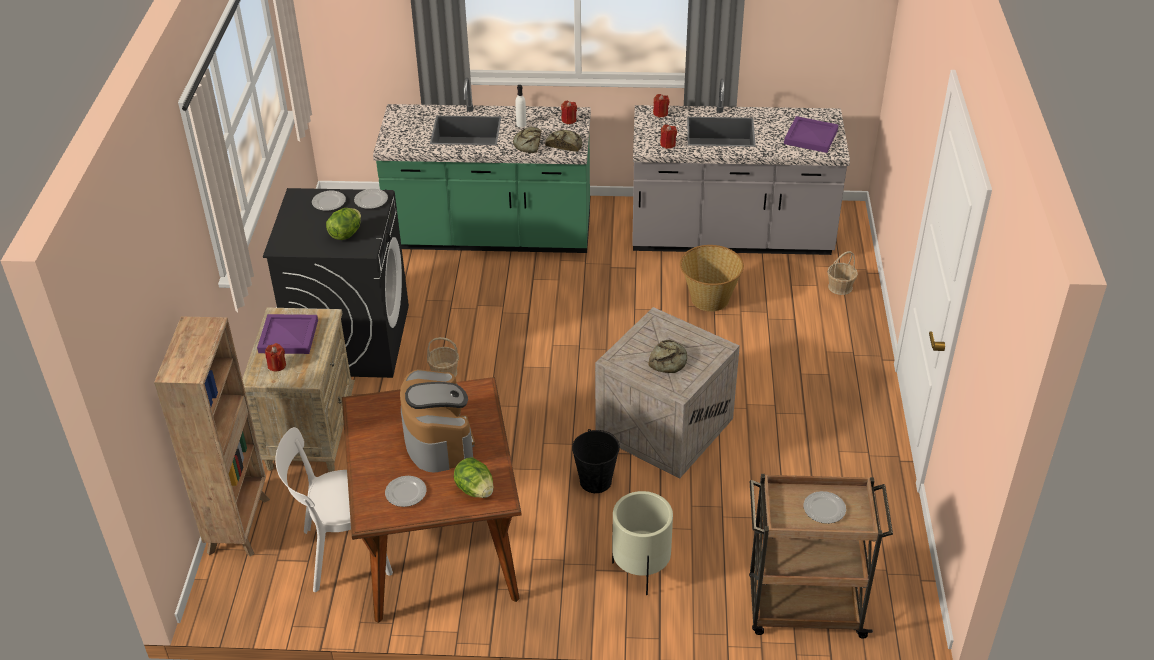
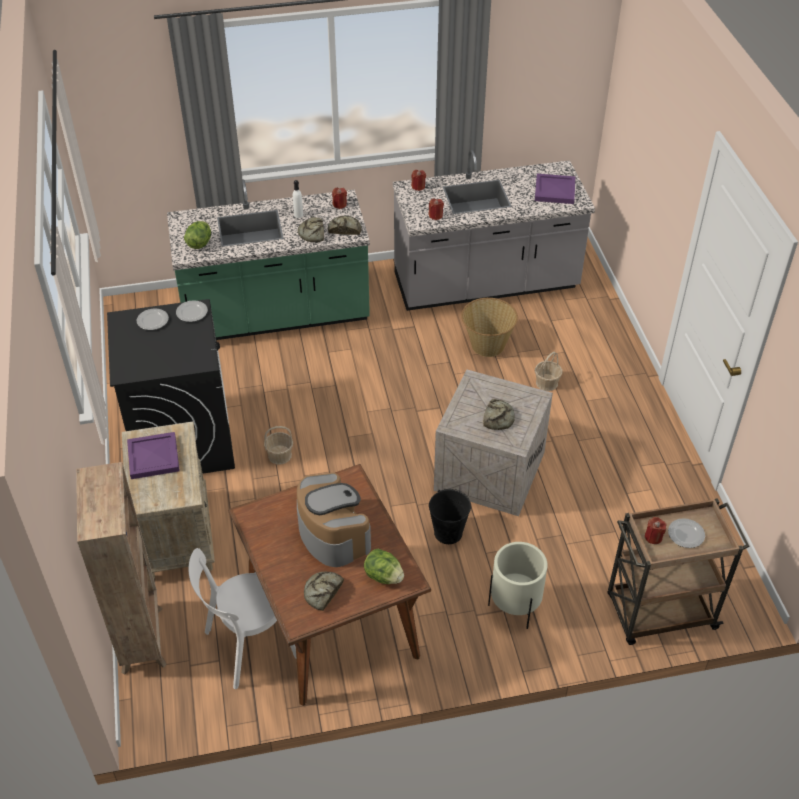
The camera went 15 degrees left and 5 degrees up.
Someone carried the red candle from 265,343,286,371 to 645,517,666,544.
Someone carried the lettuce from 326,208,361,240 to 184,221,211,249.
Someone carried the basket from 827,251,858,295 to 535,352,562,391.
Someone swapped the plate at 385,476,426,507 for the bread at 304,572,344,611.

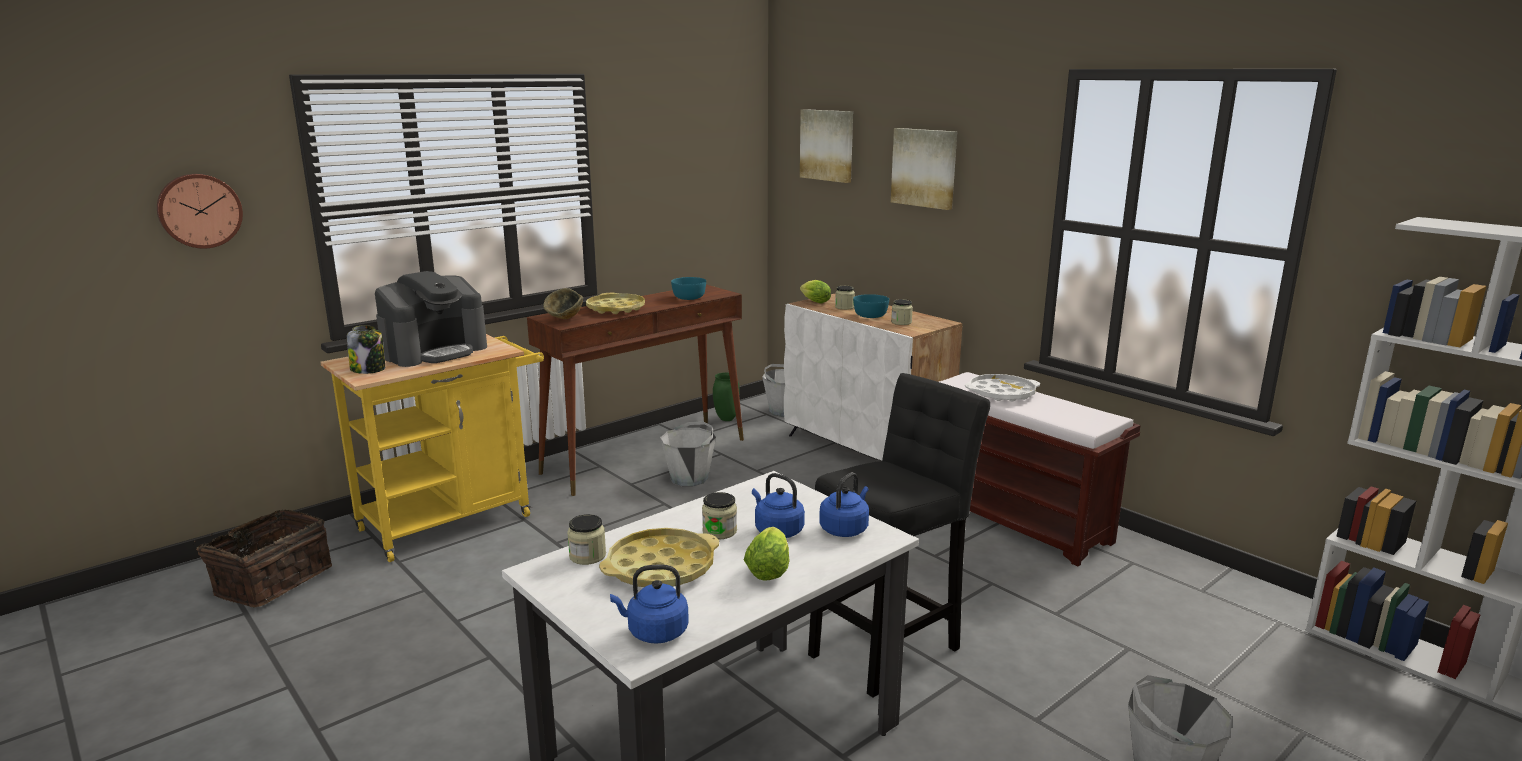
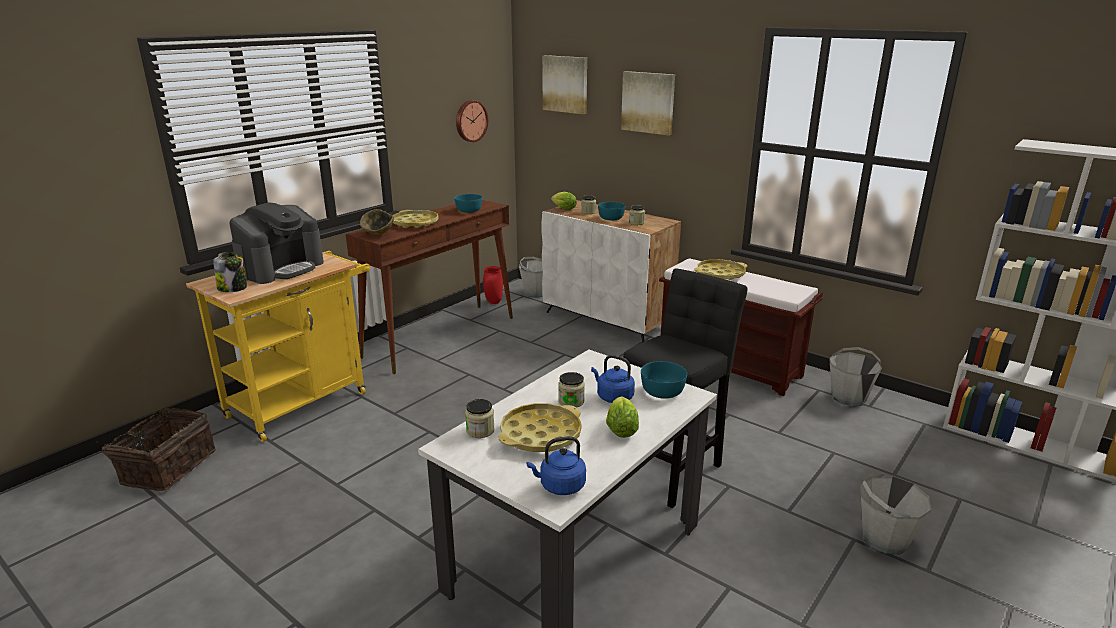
The camera went 10 degrees left and 5 degrees up.
Someone carried the wall clock from 157,174,243,249 to 456,100,488,142.
Someone carried the grey bucket from 660,421,716,486 to 829,347,882,406.
Someone swapped the blue kettle at 819,472,869,537 for the turquoise bowl at 641,361,687,399.
Someone repainted the green vase at 713,373,740,421, which became the red vase at 483,266,503,304.
Someone repainted the white tray at 965,374,1040,401, which became the yellow tray at 694,259,747,280.

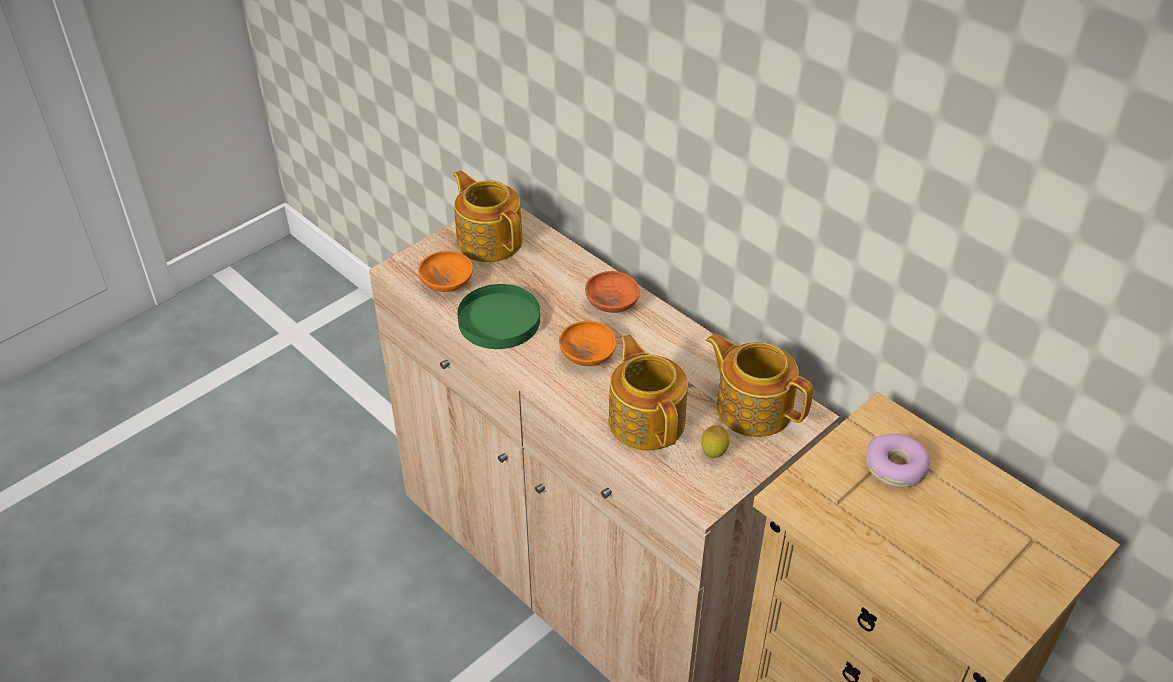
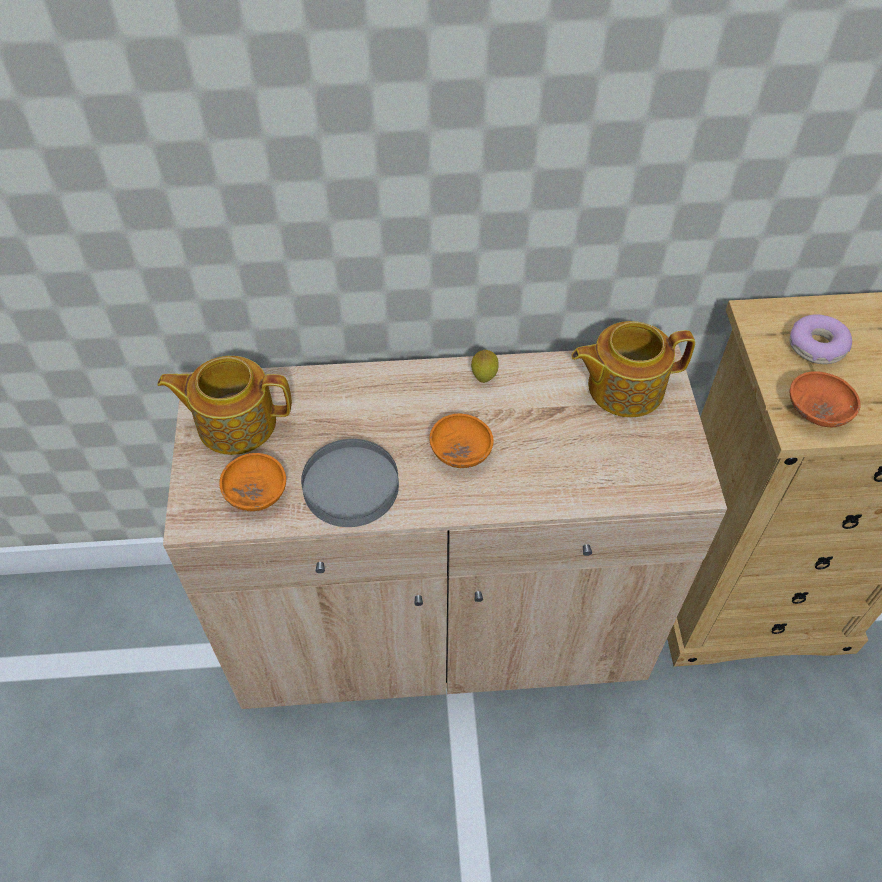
The camera went 50 degrees left and 10 degrees up.
Someone took away the teapot at 608,335,688,451.
Someone carried the orange bowl from 585,271,640,313 to 790,371,861,427.
Someone carried the lemon from 701,425,730,458 to 471,350,499,383.
Someone repainted the green plate at 457,284,540,349, which became the grey plate at 301,439,399,527.

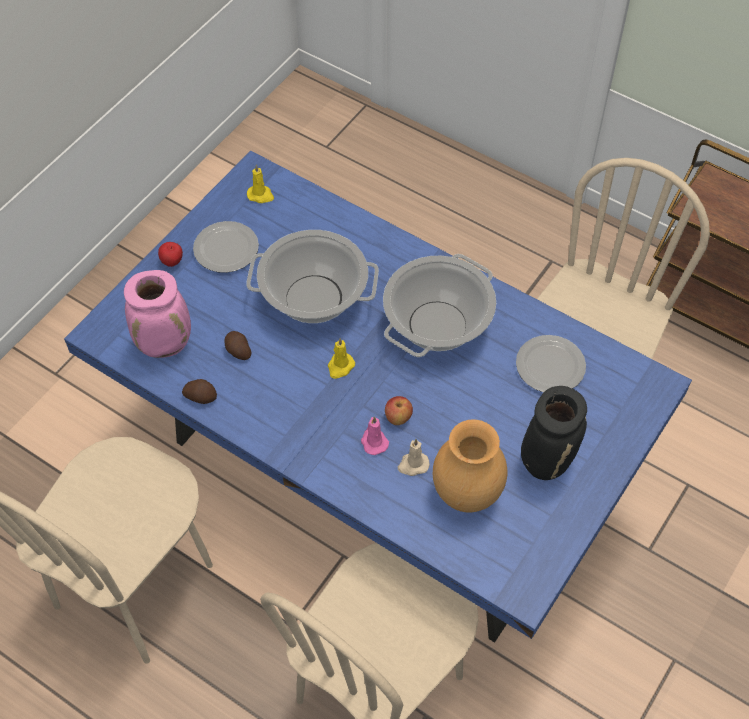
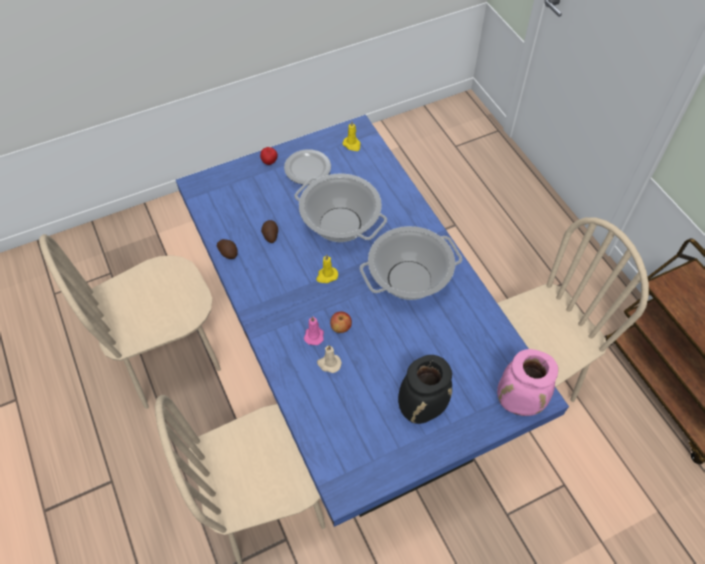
The camera went 30 degrees right and 0 degrees up.
Someone took away the brown vase at 433,419,507,513.
Someone took away the plate at 516,335,586,392.
Someone carried the pink vase from 124,270,191,358 to 497,349,558,416.

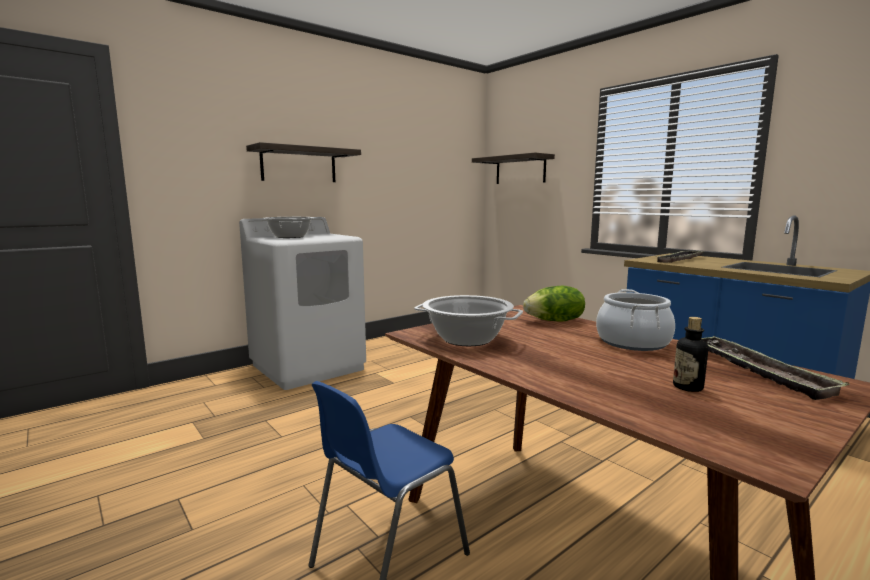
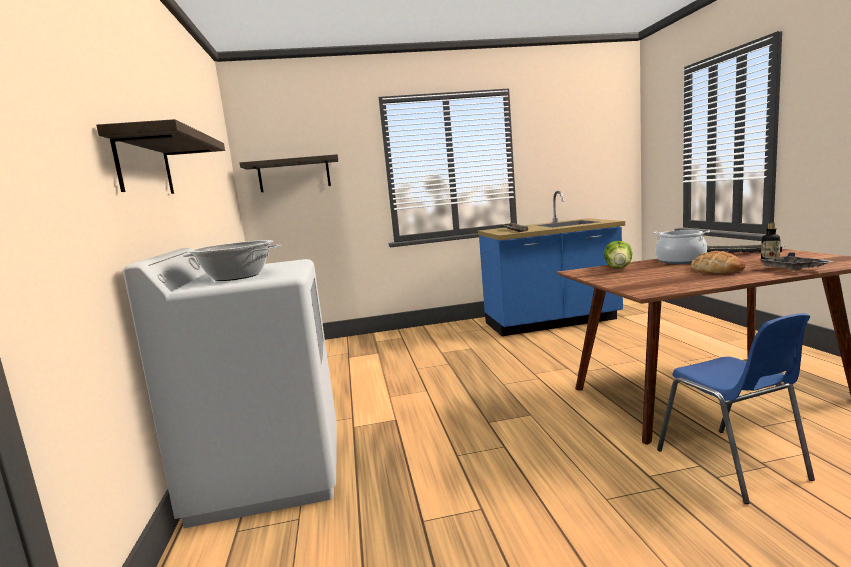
The camera went 60 degrees left and 0 degrees up.
Someone took away the cooking pot at 414,295,523,346.
Someone put down the bread at 691,251,745,273.
Someone put down the grey tray at 760,252,834,271.

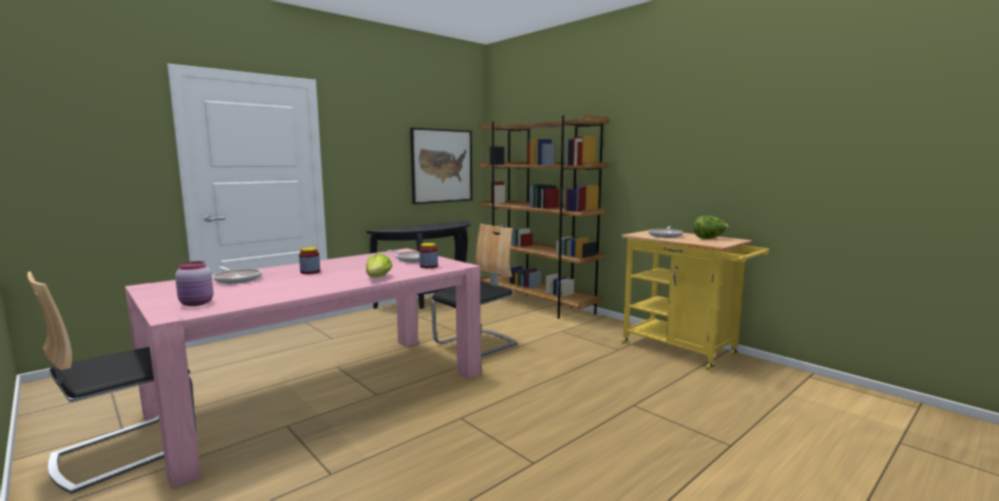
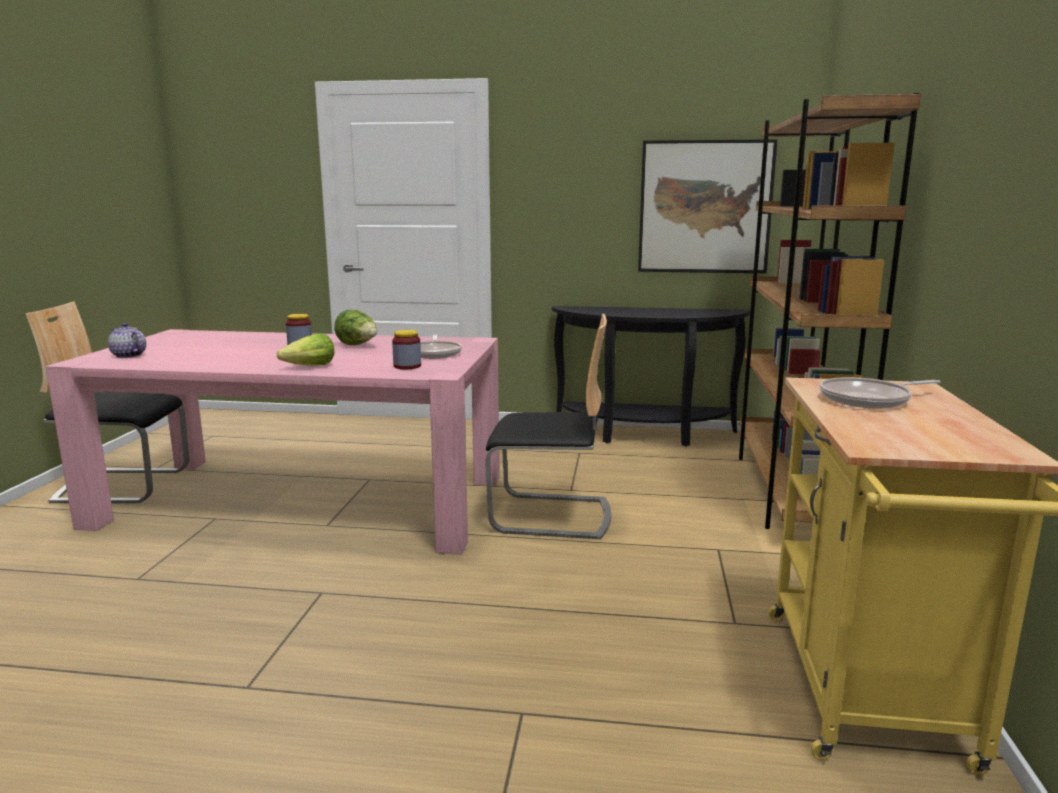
The camera went 50 degrees right and 5 degrees up.
Someone took away the frying pan at 213,266,262,284.
Someone carried the lettuce from 693,215,729,239 to 334,310,377,345.
Someone swapped the pink jar at 175,261,214,306 for the teapot at 108,323,146,358.

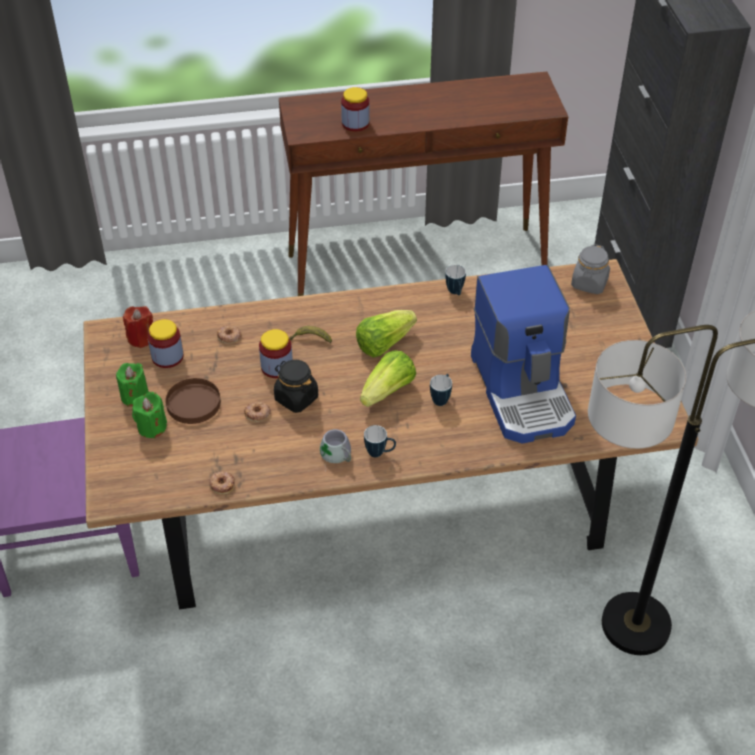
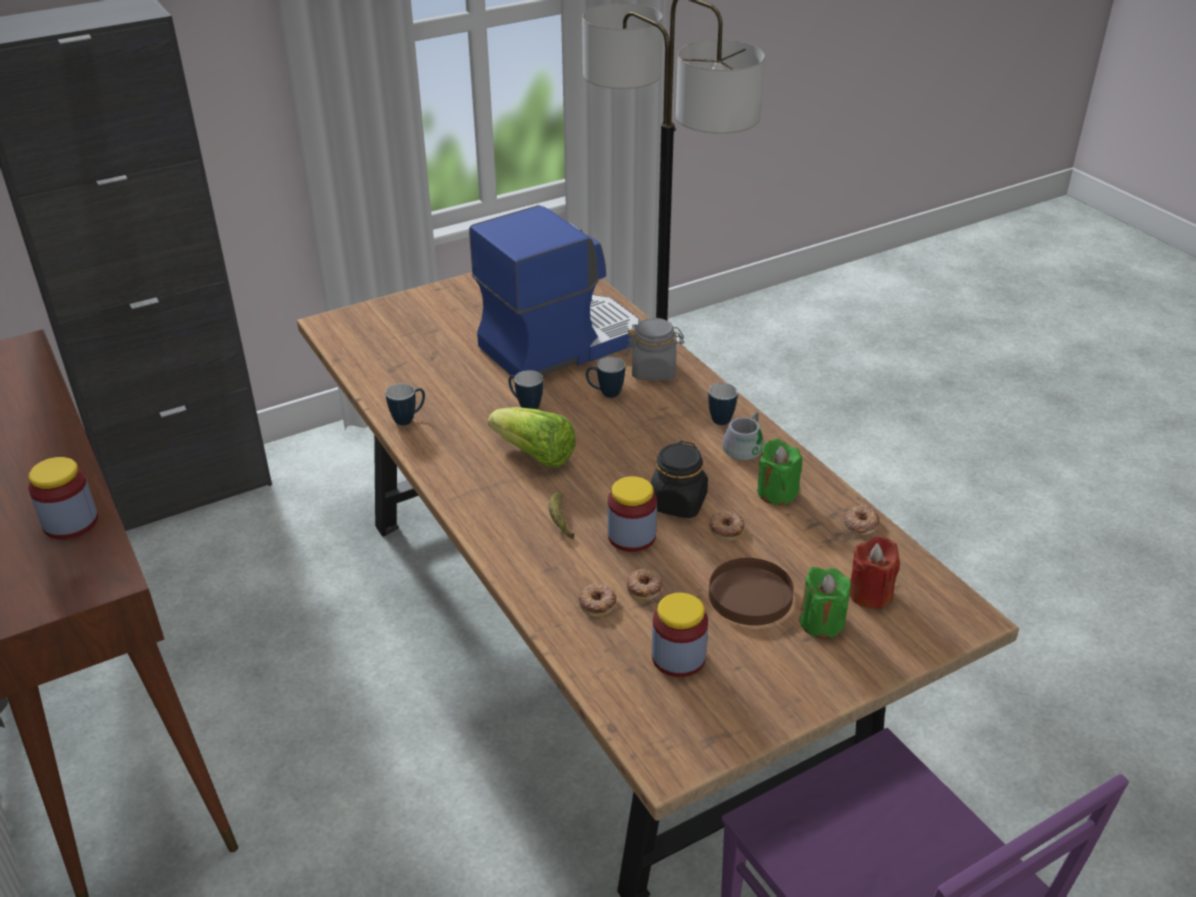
The camera went 110 degrees left and 10 degrees down.
Someone took away the lettuce at 360,350,416,407.
Someone put down the mug at 508,370,543,409.
Someone put down the donut at 627,568,664,600.
Someone carried the green candle from 116,363,149,407 to 757,439,802,505.
Someone carried the red candle from 123,306,153,348 to 849,536,900,609.
Someone carried the grey jar from 571,244,610,294 to 626,318,684,381.

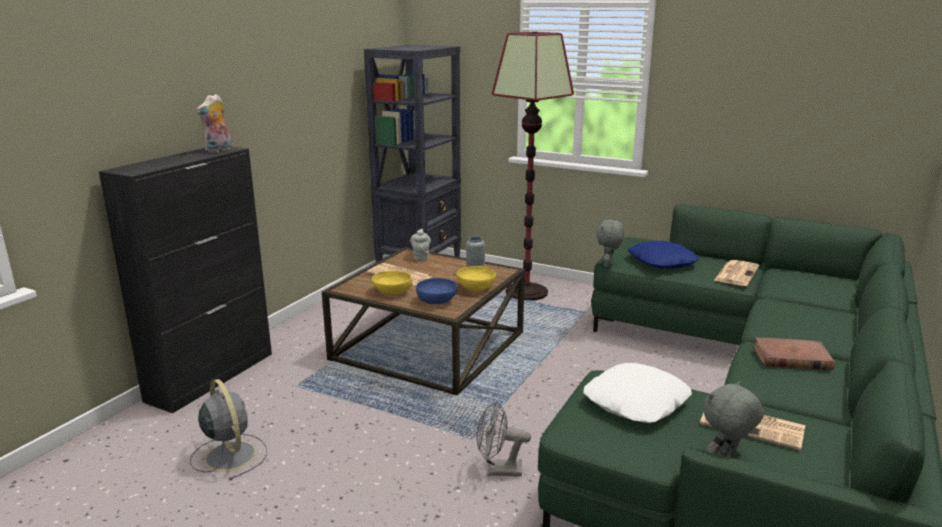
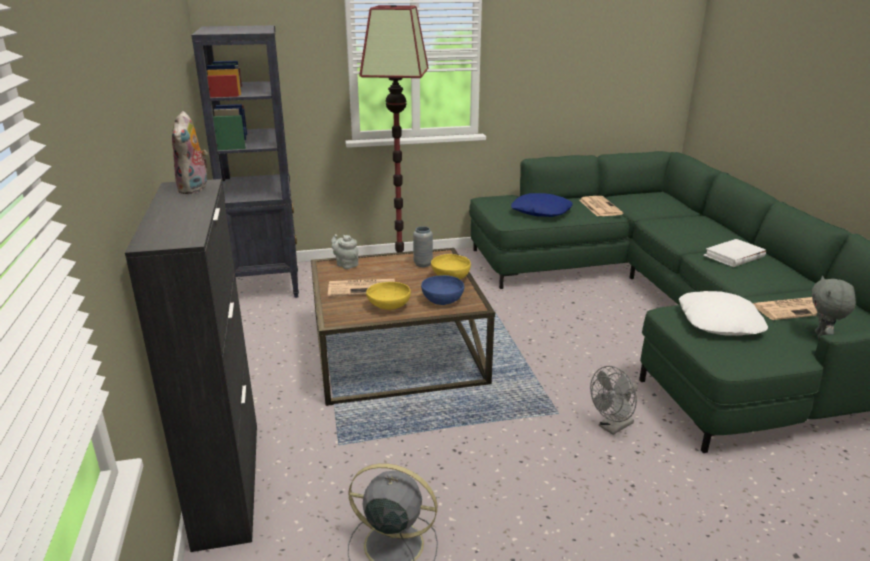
The camera went 40 degrees left and 5 degrees up.
Someone took away the grey plush toy at 596,219,624,267.
Someone repainted the brown book at 753,337,835,371, which became the white book at 704,239,766,267.

